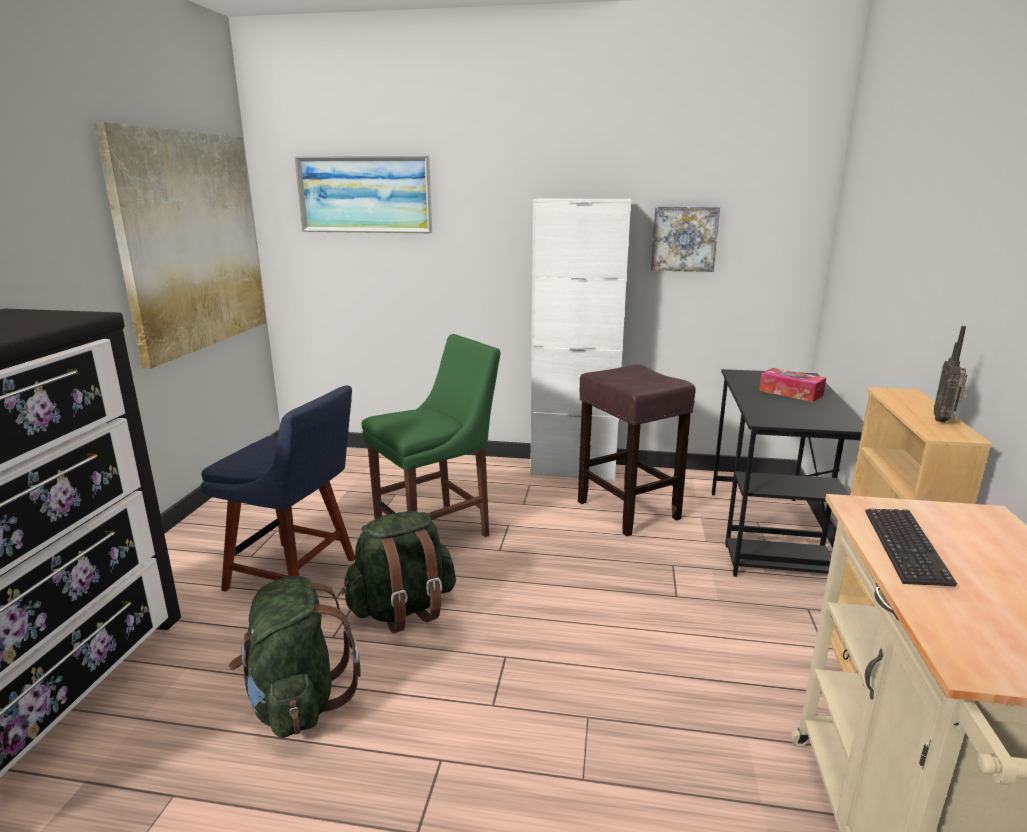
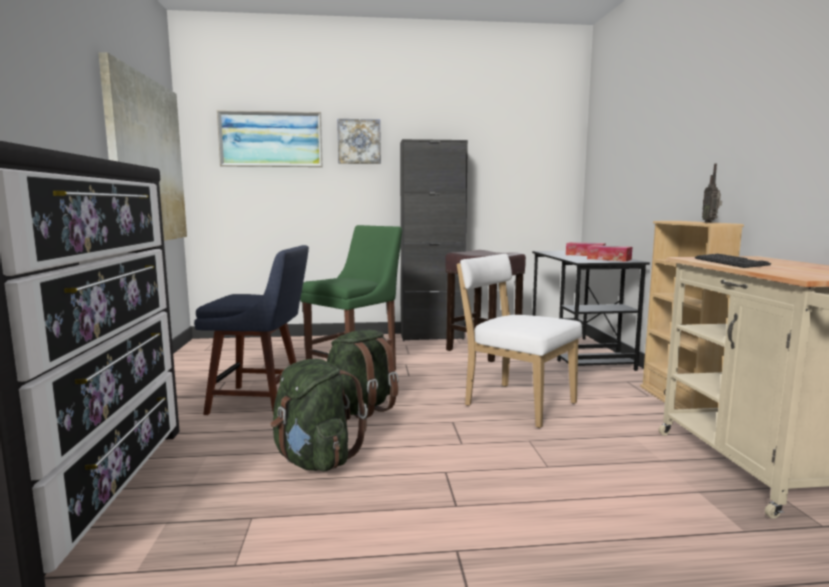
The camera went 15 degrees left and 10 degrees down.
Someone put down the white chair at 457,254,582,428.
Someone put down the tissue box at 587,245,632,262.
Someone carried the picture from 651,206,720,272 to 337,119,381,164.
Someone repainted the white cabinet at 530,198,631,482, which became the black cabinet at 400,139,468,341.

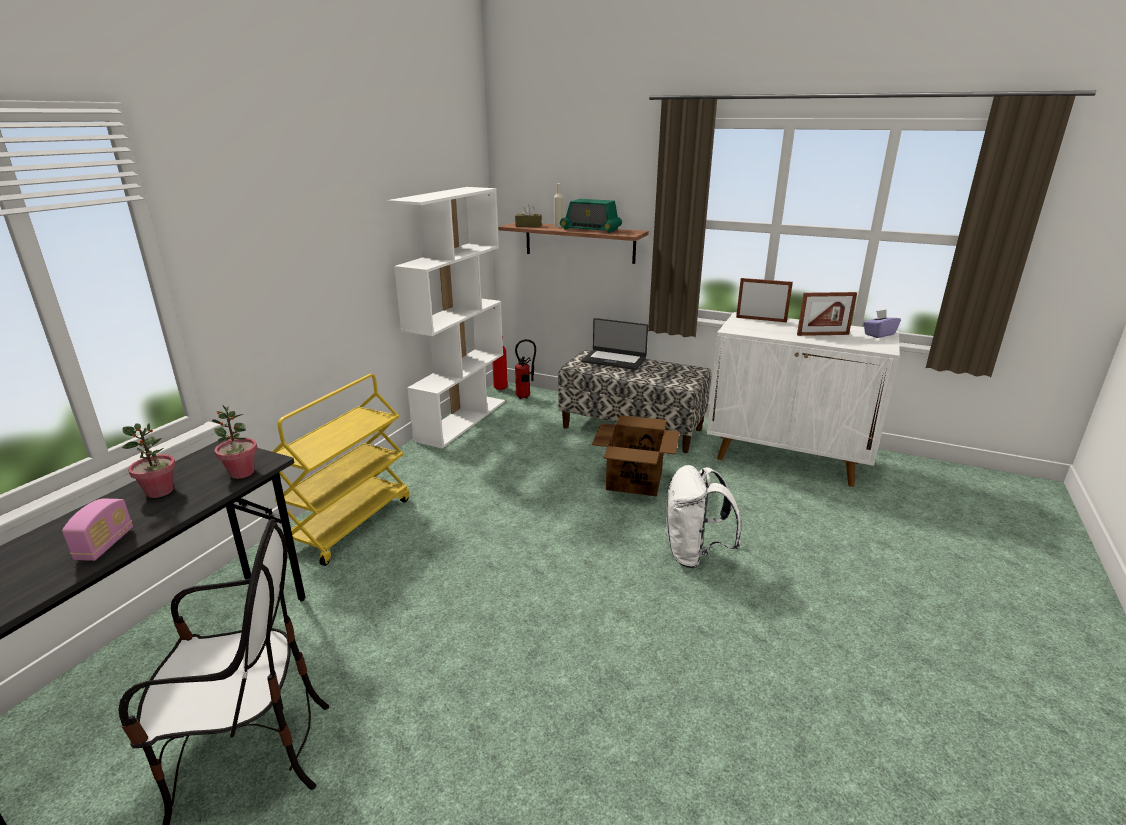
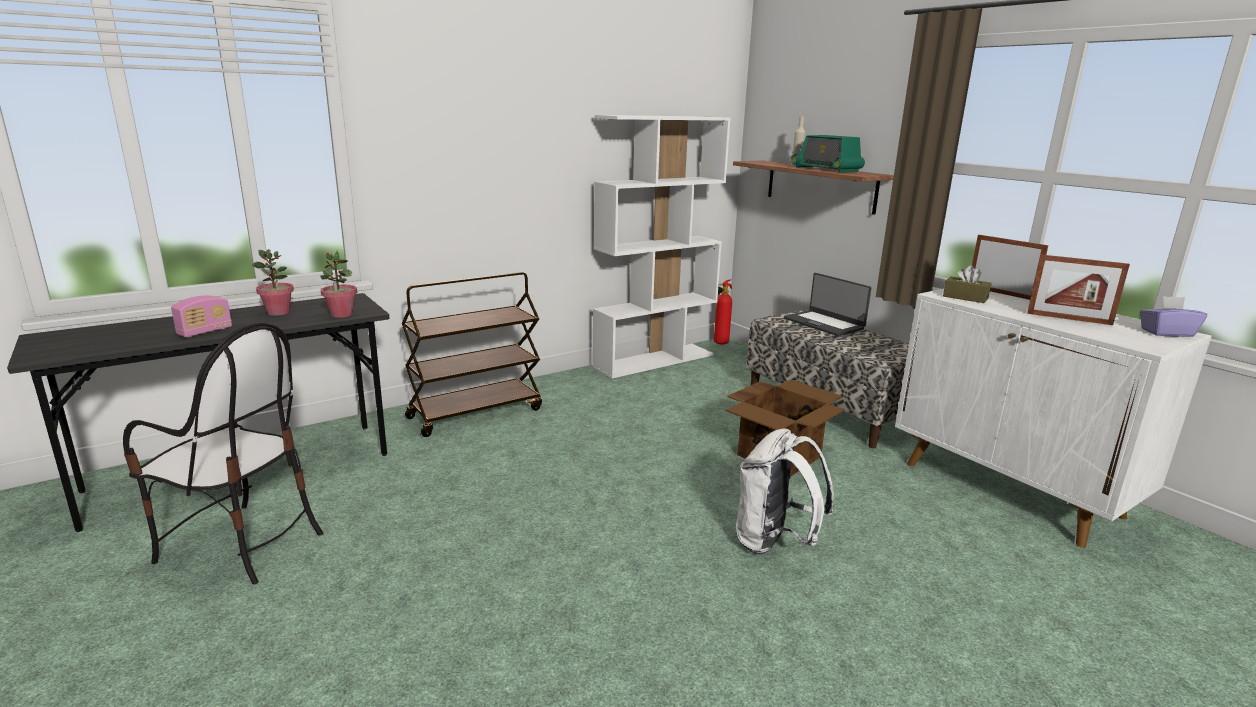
The camera went 30 degrees right and 5 degrees down.
Someone took away the fire extinguisher at 515,339,536,399.
Someone carried the brown tissue box from 515,204,542,227 to 943,265,992,303.
Someone repainted the yellow cart at 272,374,409,566, which became the brown cart at 402,272,542,437.

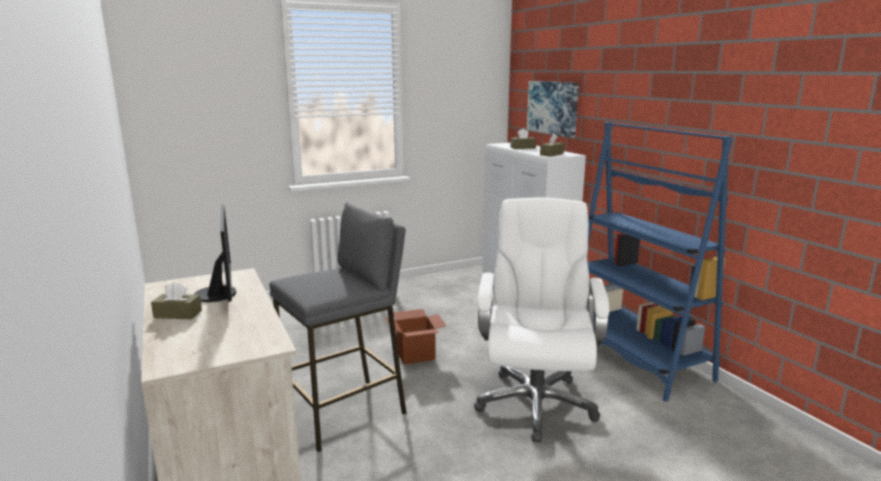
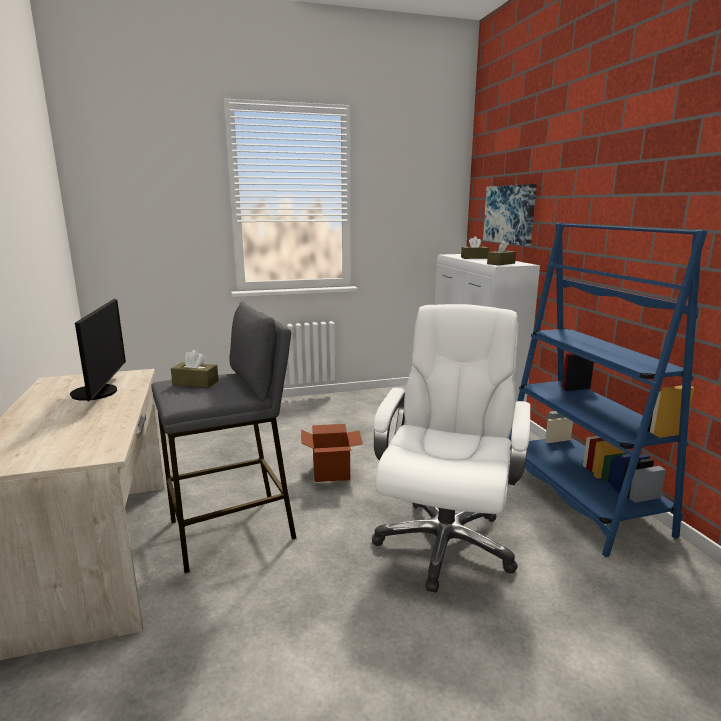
The camera went 10 degrees right and 0 degrees up.
Someone carried the brown tissue box from 151,282,202,319 to 171,350,219,388.

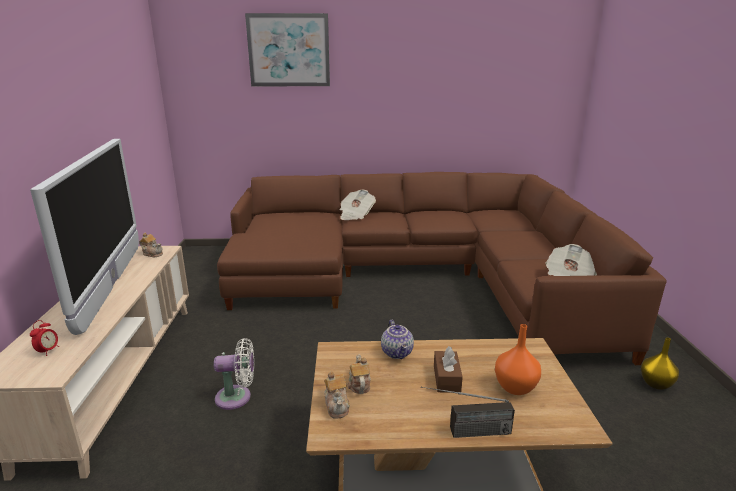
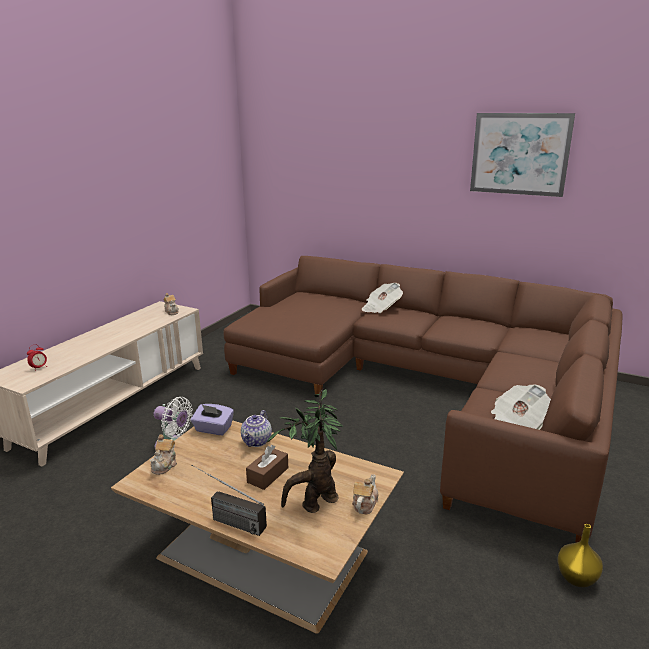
The camera went 30 degrees right and 0 degrees up.
Someone took away the television at 30,139,139,335.
Someone put down the purple tissue box at 191,404,234,435.
Someone carried the picture from 245,13,330,86 to 470,113,575,197.
Someone carried the teapot from 348,354,371,394 to 352,474,378,514.
Someone swapped the orange vase at 495,324,541,395 for the potted plant at 267,389,343,513.

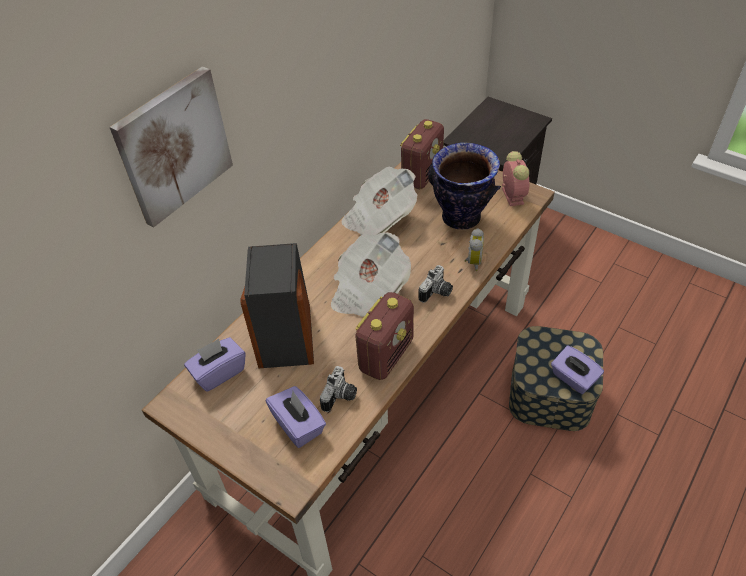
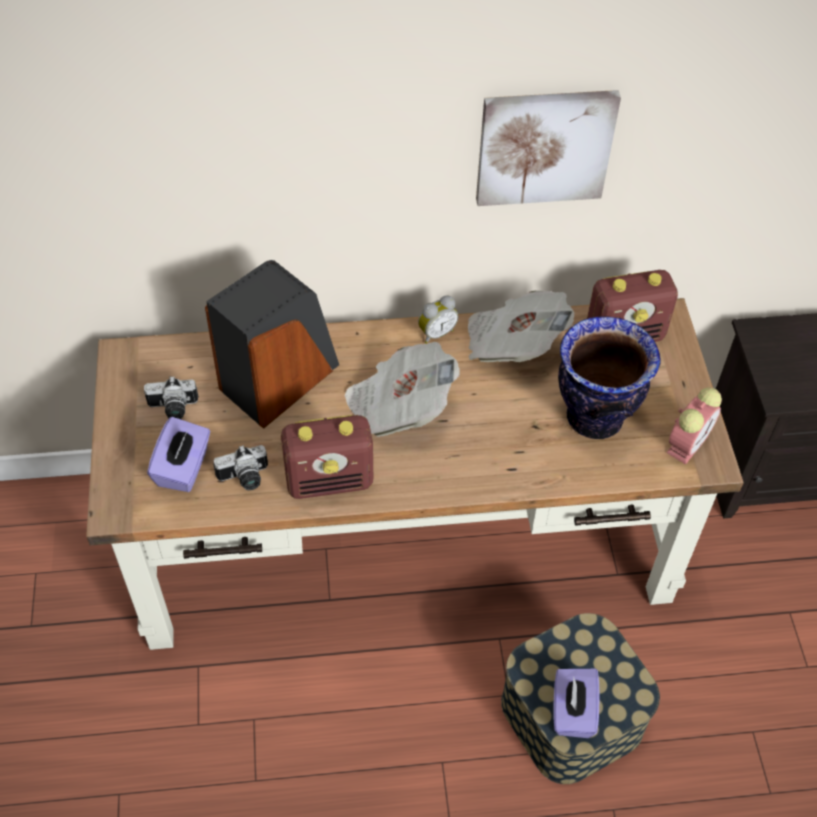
The camera went 45 degrees right and 5 degrees up.
Someone took away the purple tissue box at 184,337,245,392.
Someone carried the picture from 109,66,233,228 to 476,90,621,206.
Someone carried the photo camera from 418,265,453,303 to 144,376,199,419.
Someone carried the alarm clock from 464,228,484,271 to 418,295,458,344.

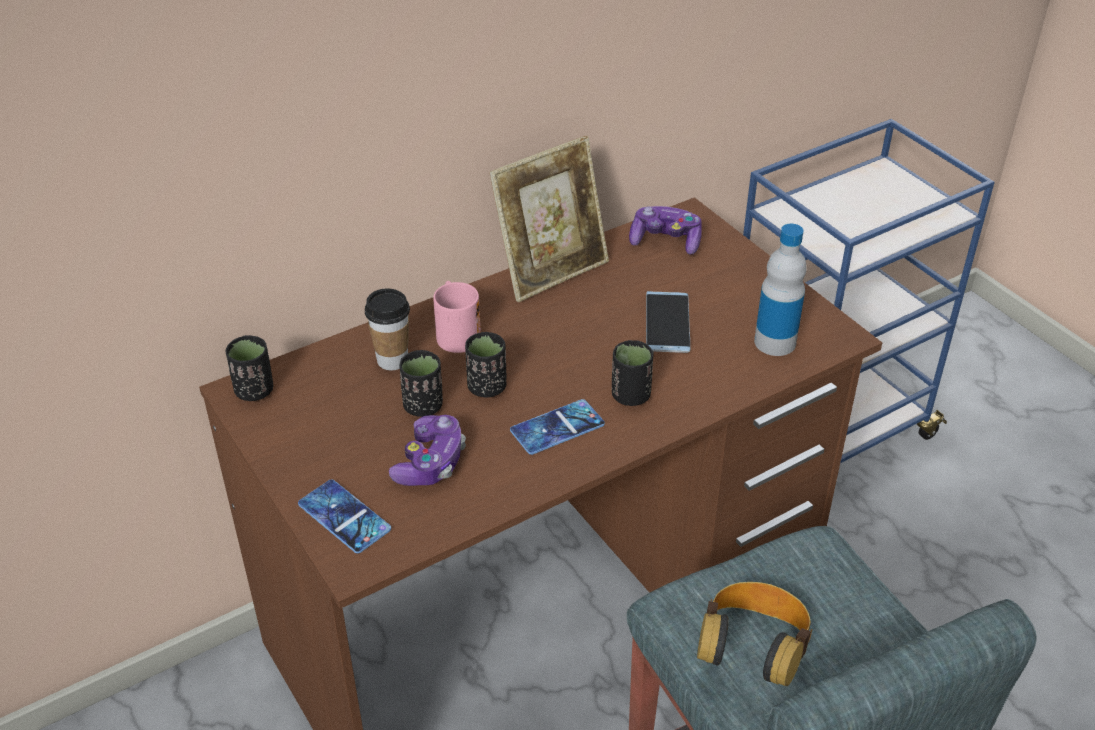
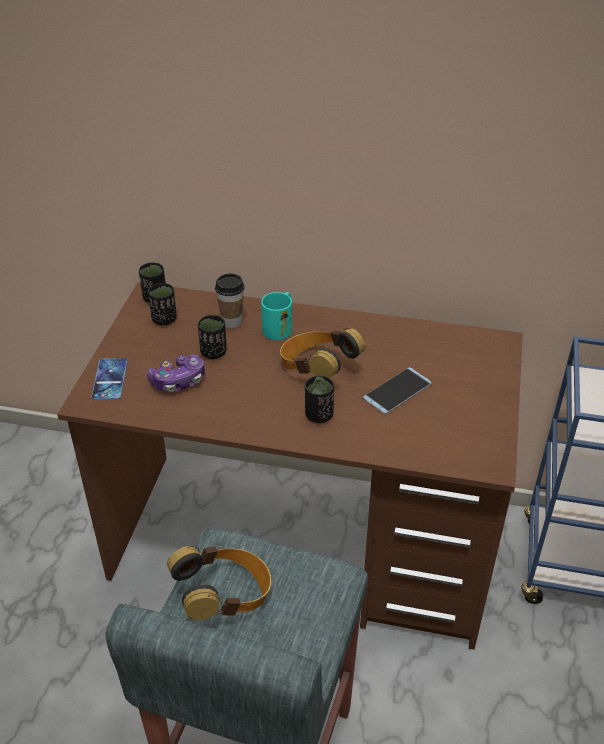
The camera went 45 degrees right and 0 degrees up.
Someone took away the picture frame at 489,136,609,302.
Someone took away the phone at 510,399,605,455.
Someone took away the game controller at 629,206,702,254.
Someone took away the bottle at 754,224,807,356.
Someone put down the headphones at 280,328,365,378.
Someone carried the black cup from 465,332,506,397 to 148,283,177,325.
Someone repainted the pink mug at 433,281,481,353, which became the turquoise mug at 261,292,292,340.

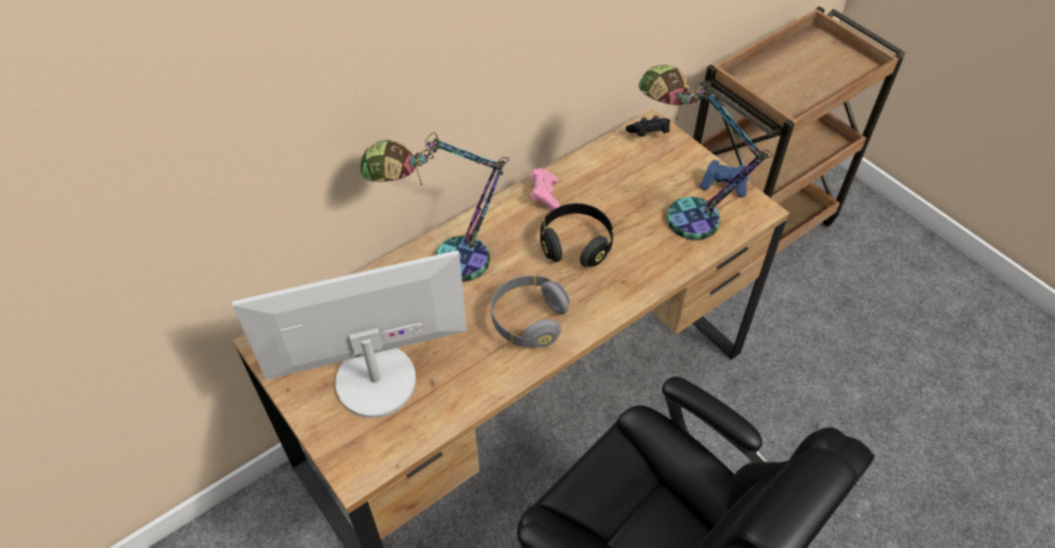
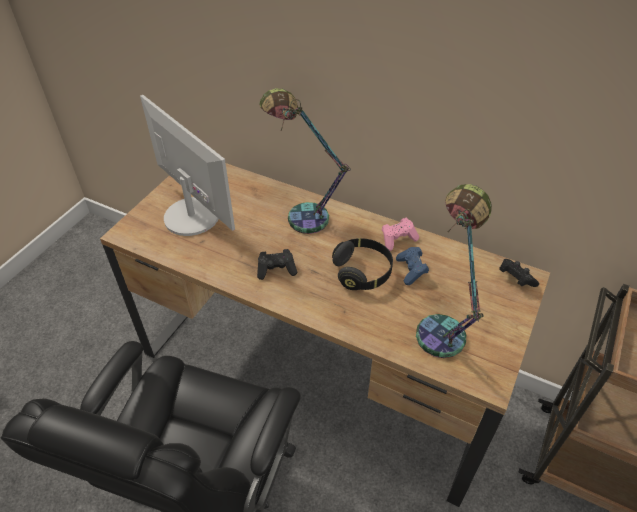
The camera went 65 degrees right and 5 degrees down.
Someone carried the blue game controller from 700,160,747,197 to 396,247,429,285.
Someone swapped the grey headphones at 491,275,570,348 for the black game controller at 257,249,297,280.

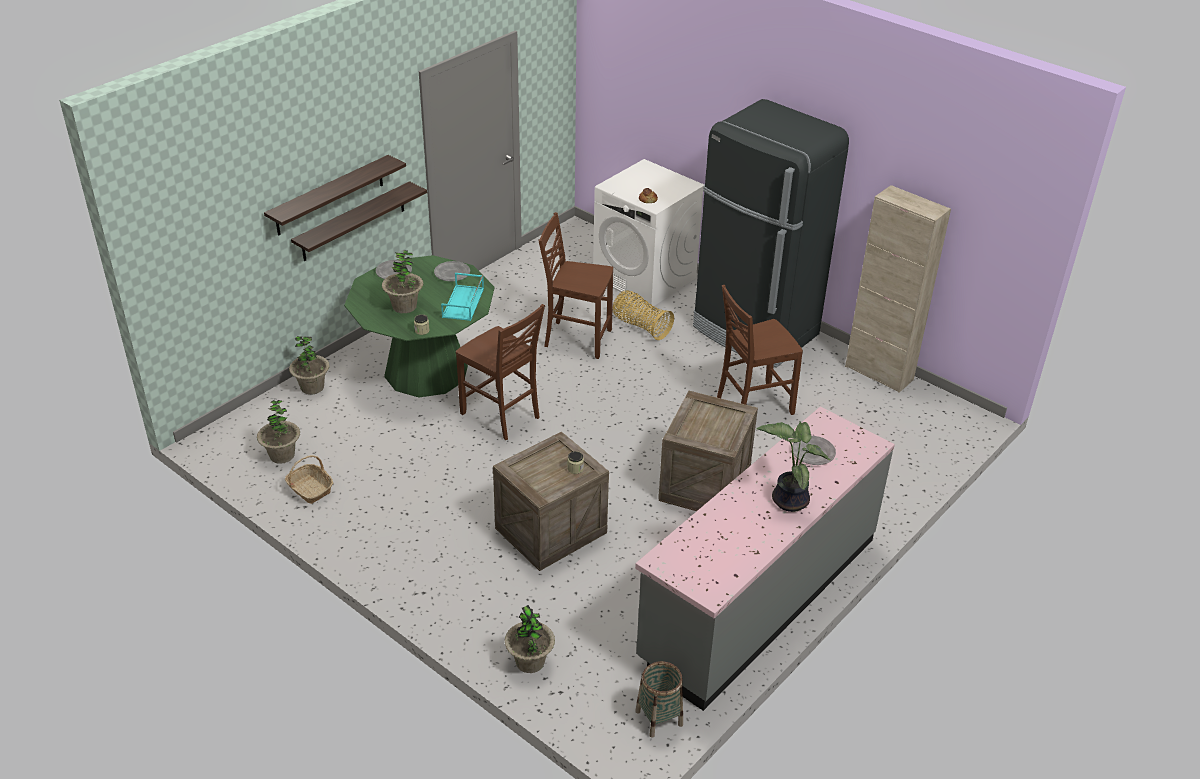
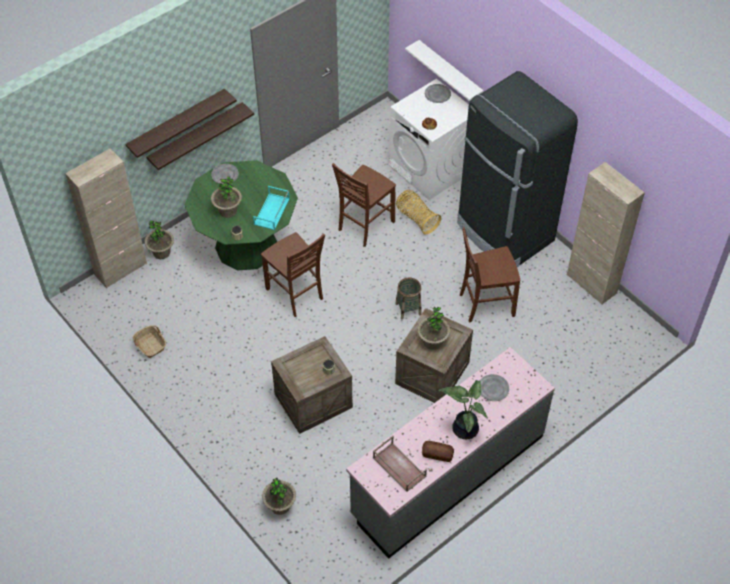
The camera went 10 degrees right and 15 degrees up.
Someone put down the beige cabinet at 65,148,147,288.
Someone put down the brown tray at 373,436,427,492.
Someone put up the white shelf at 405,40,483,101.
Someone put down the bread at 422,441,454,462.
Someone carried the potted plant from 257,400,300,464 to 417,307,450,350.
Someone carried the grey plate from 434,261,470,281 to 425,84,451,103.
Someone carried the basket from 635,661,683,737 to 395,277,422,320.
Someone rotated the brown chair at 539,212,613,359 by 75 degrees counterclockwise.

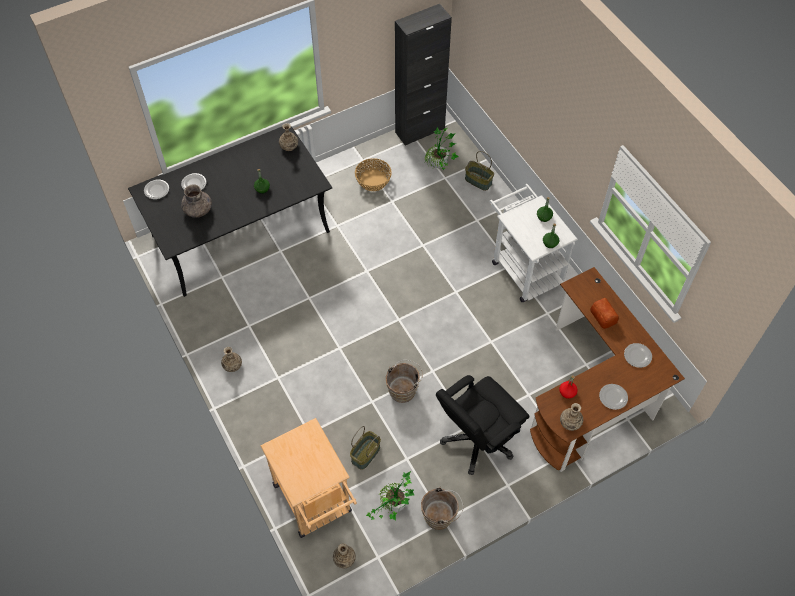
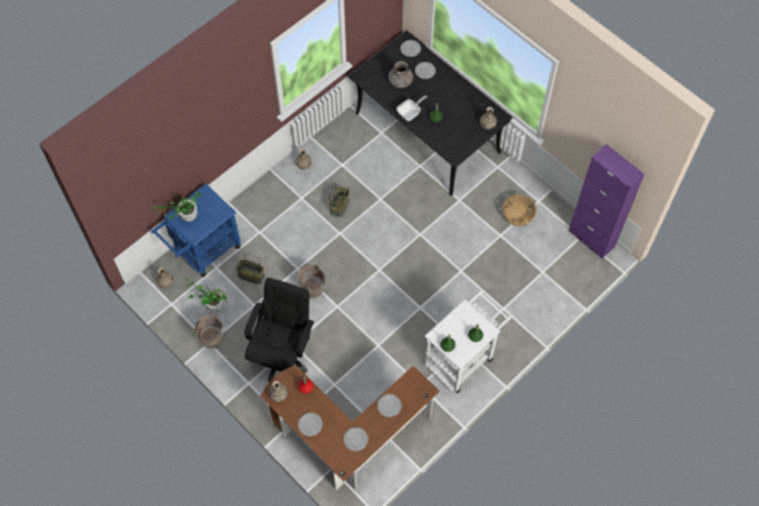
The camera went 75 degrees right and 5 degrees up.
Someone put down the frying pan at 397,95,427,121.
Someone carried the potted plant from 424,127,459,170 to 150,192,202,222.
Someone carried the basket from 465,151,494,191 to 329,182,349,217.
Someone swapped the bread at 590,298,619,329 for the plate at 377,394,402,417.
Someone repainted the beige cart at 260,418,357,538, which became the blue cart at 151,184,241,277.
Someone repainted the black cabinet at 395,4,452,146, which became the purple cabinet at 569,144,644,259.
Someone rotated the black office chair at 436,375,529,475 by 75 degrees clockwise.

